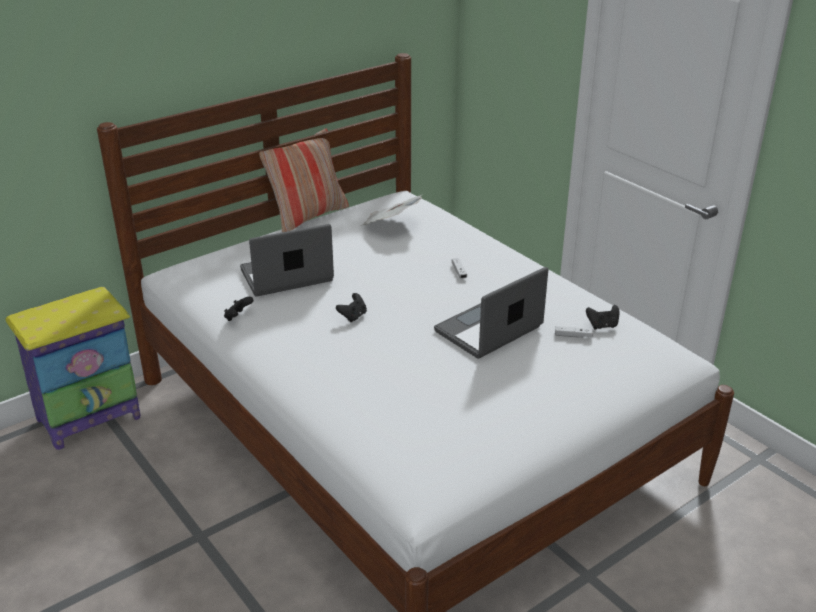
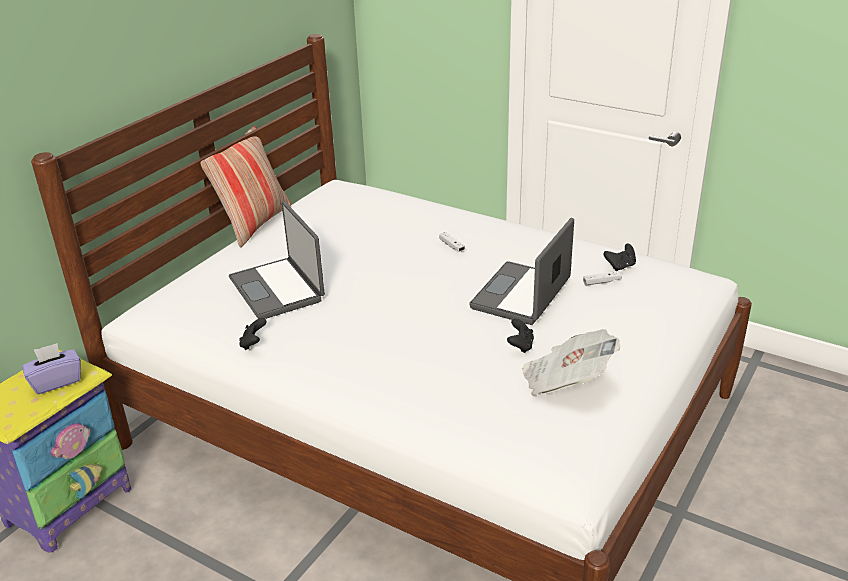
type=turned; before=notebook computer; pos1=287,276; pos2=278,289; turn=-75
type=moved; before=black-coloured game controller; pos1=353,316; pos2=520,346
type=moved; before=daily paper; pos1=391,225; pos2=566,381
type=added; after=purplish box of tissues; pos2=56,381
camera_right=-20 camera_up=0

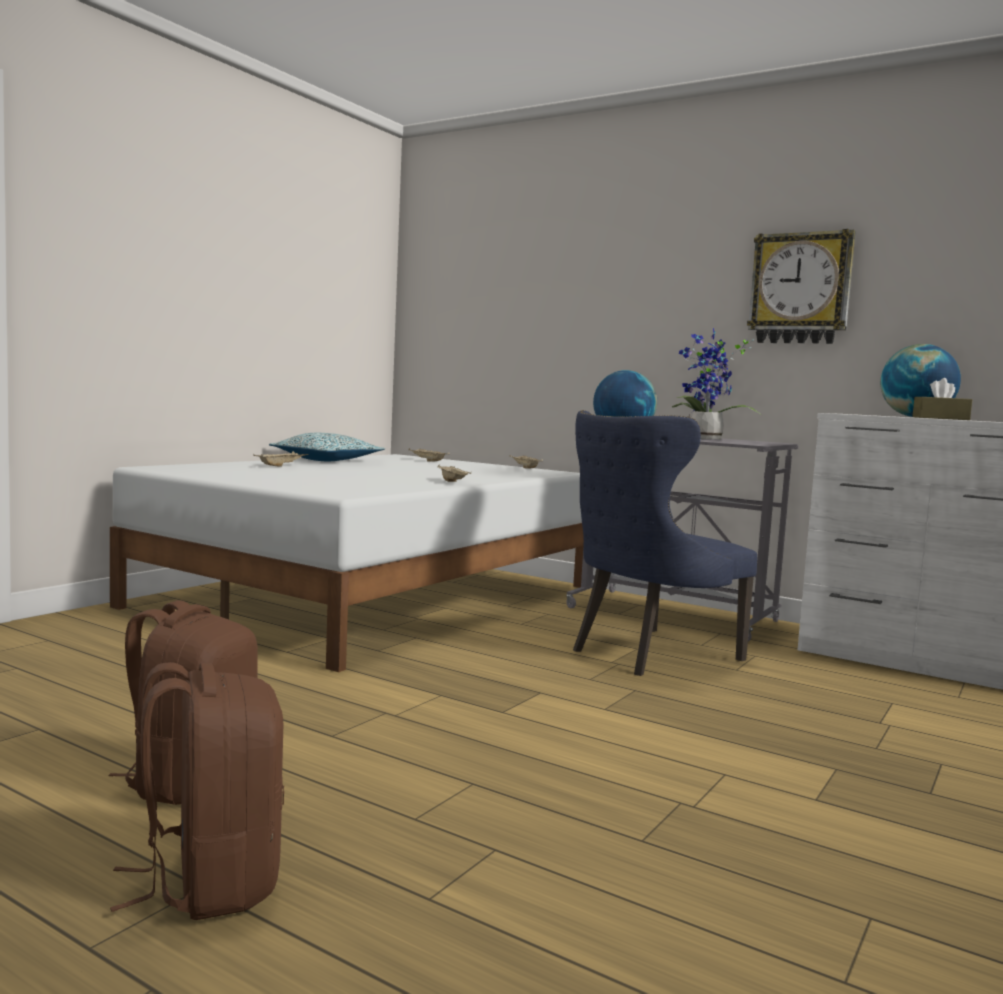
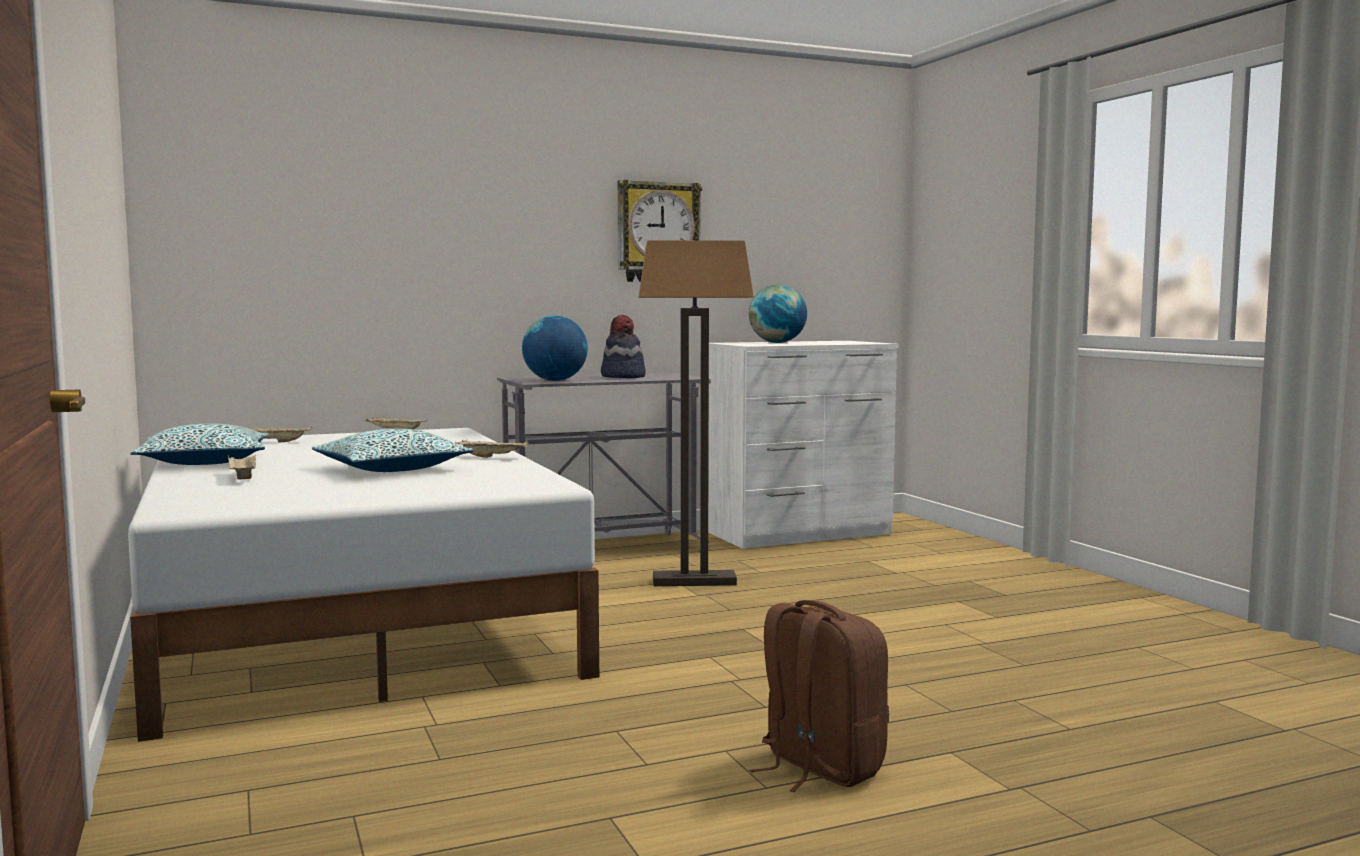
type=removed; before=brown rucksack; pos1=209,881
type=replaced; before=blue chair; after=standing lamp; pos1=648,653; pos2=693,582
type=replaced; before=houseplant; after=hat; pos1=704,439; pos2=622,377
type=removed; before=brown box of tissues; pos1=940,418
type=added; after=cushion; pos2=391,469
camera_right=-55 camera_up=0

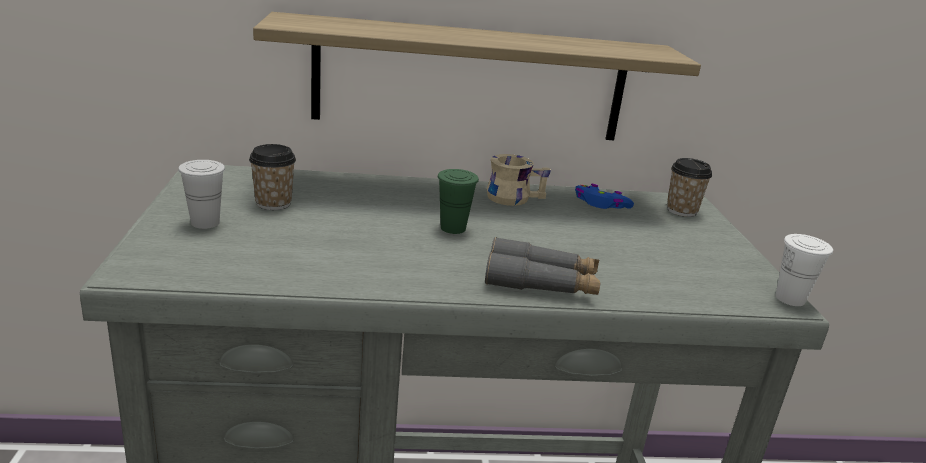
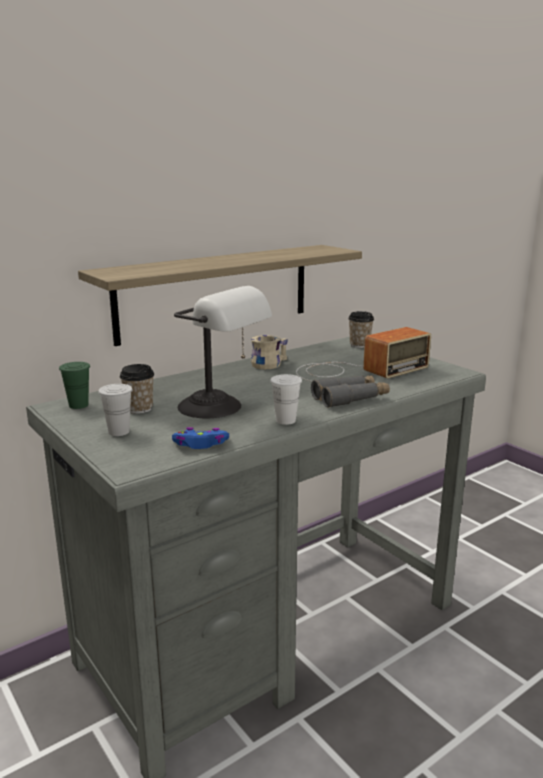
type=moved; before=greenish cup; pos1=453,228; pos2=78,405
type=moved; before=blue game controller; pos1=601,204; pos2=201,444
type=moved; before=white-coloured cup; pos1=790,299; pos2=285,420
type=added; after=lamp for a table; pos2=221,408
type=added; after=radio receiver; pos2=356,370
camera_right=-30 camera_up=-5

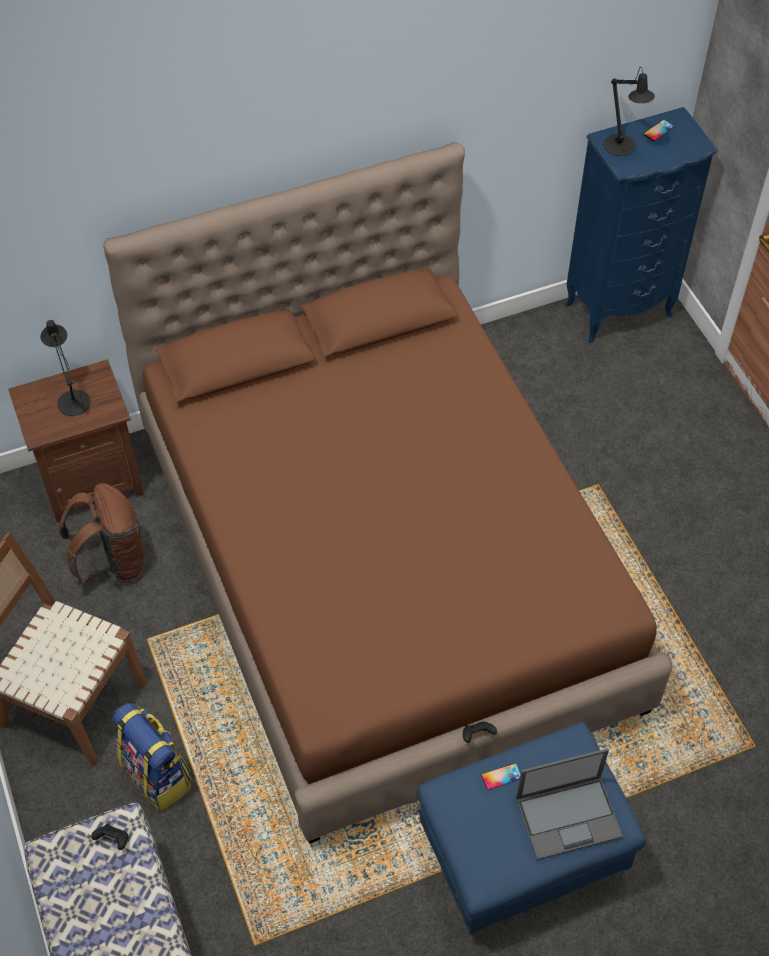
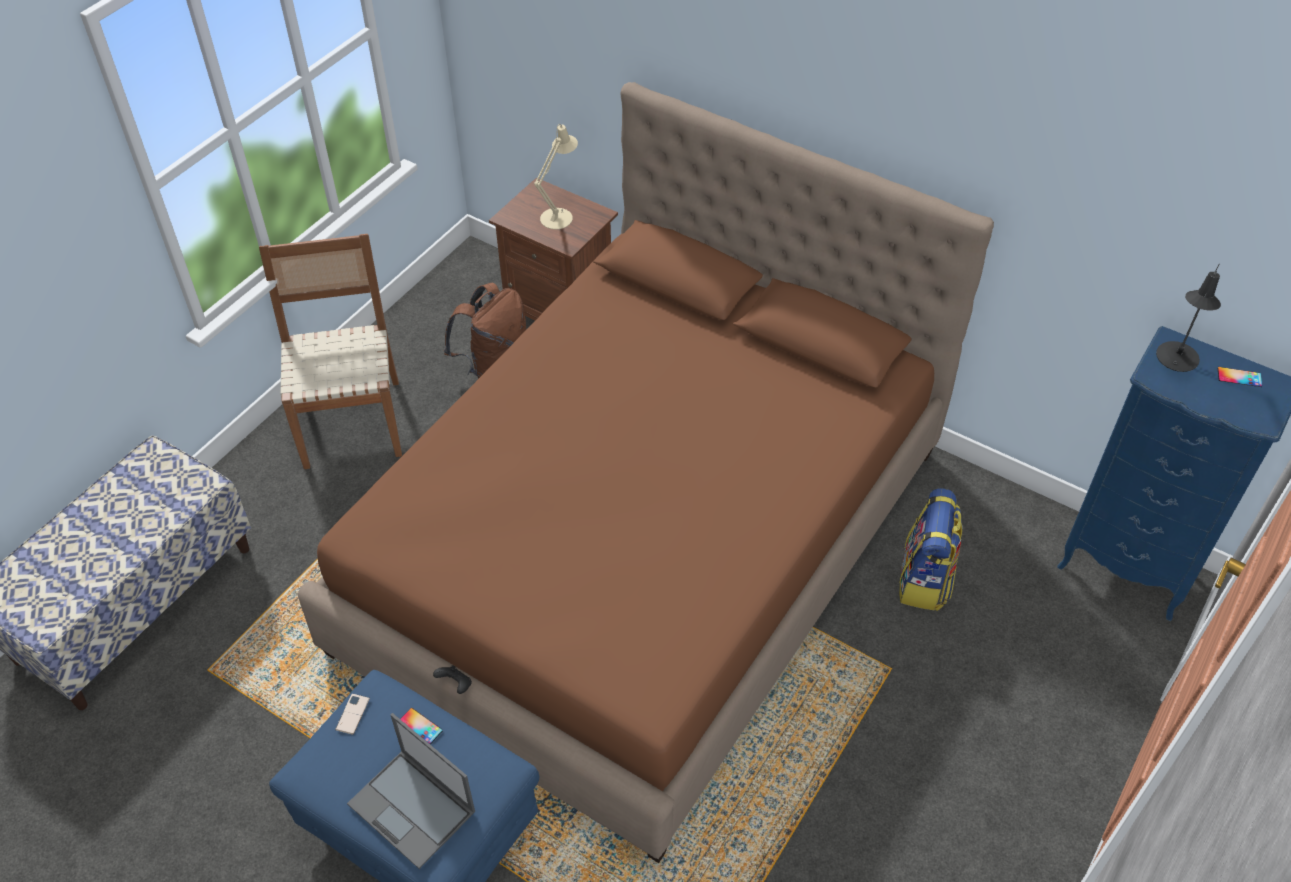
type=recoloured; before=black-coloured lamp for a table; after=beige-coloured lamp for a table; pos1=72,399; pos2=559,215
type=removed; before=black-coloured game controller; pos1=113,840
type=moved; before=rucksack; pos1=158,775; pos2=925,580
type=added; after=handset; pos2=352,714
camera_right=55 camera_up=-5

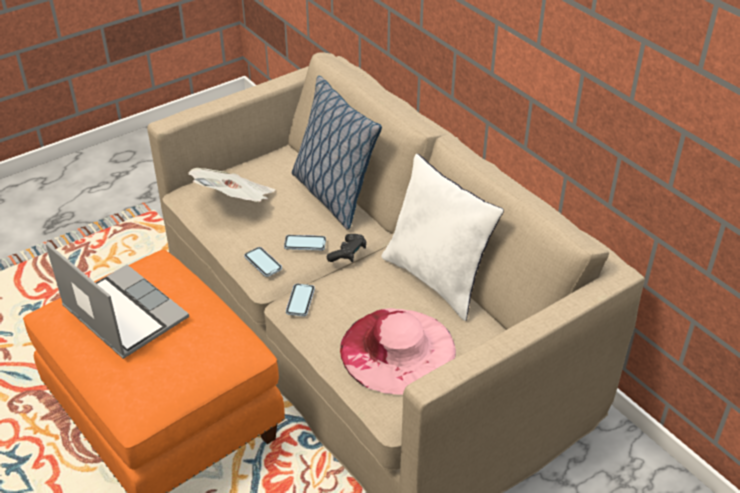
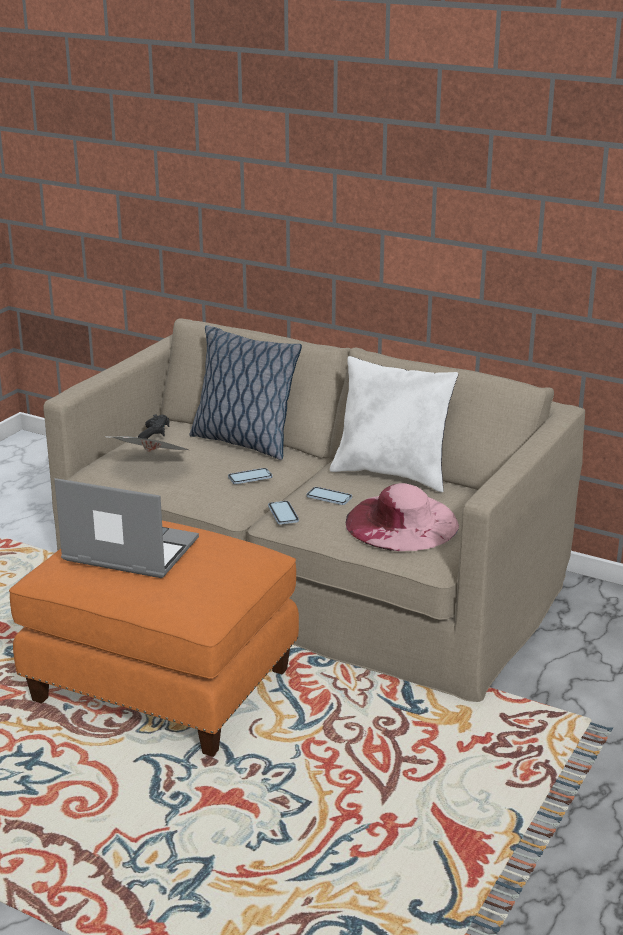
type=moved; before=handset; pos1=263,263; pos2=329,497
type=moved; before=black-coloured game controller; pos1=348,254; pos2=154,435
camera_right=-25 camera_up=-15

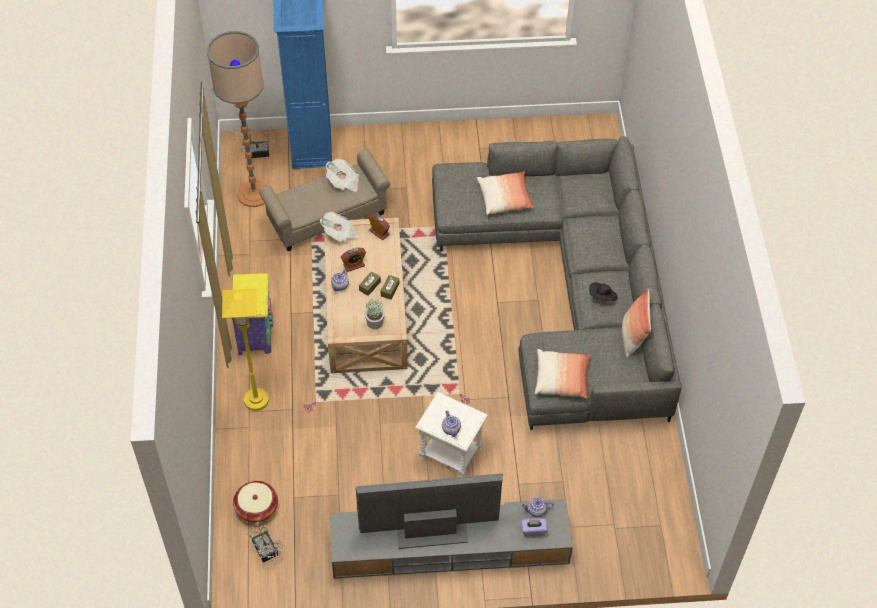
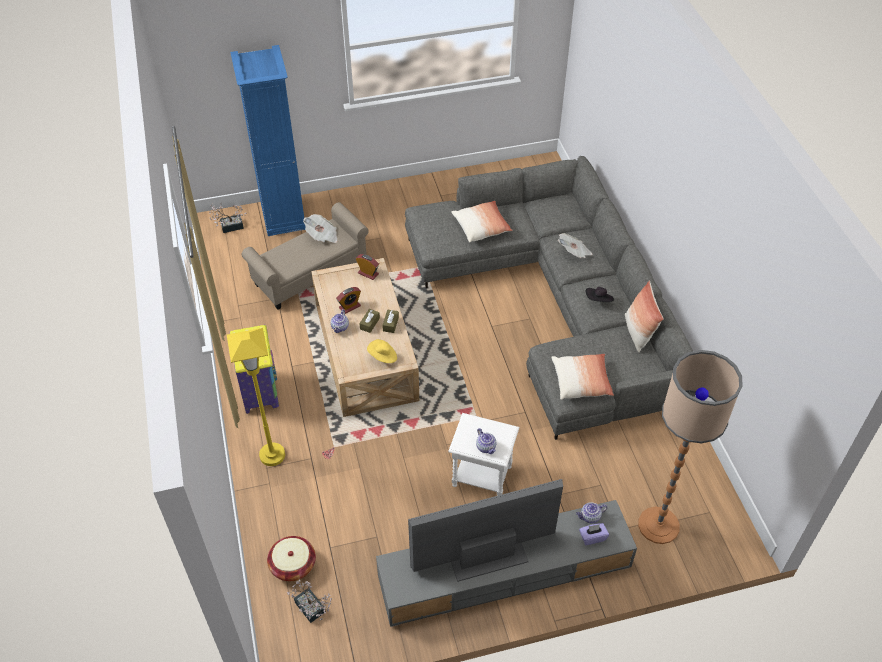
type=moved; before=standing lamp; pos1=254,194; pos2=658,525
type=moved; before=daily paper; pos1=340,233; pos2=574,253
type=replaced; before=houseplant; after=yellow-coloured hat; pos1=375,322; pos2=383,357
camera_right=-10 camera_up=-5

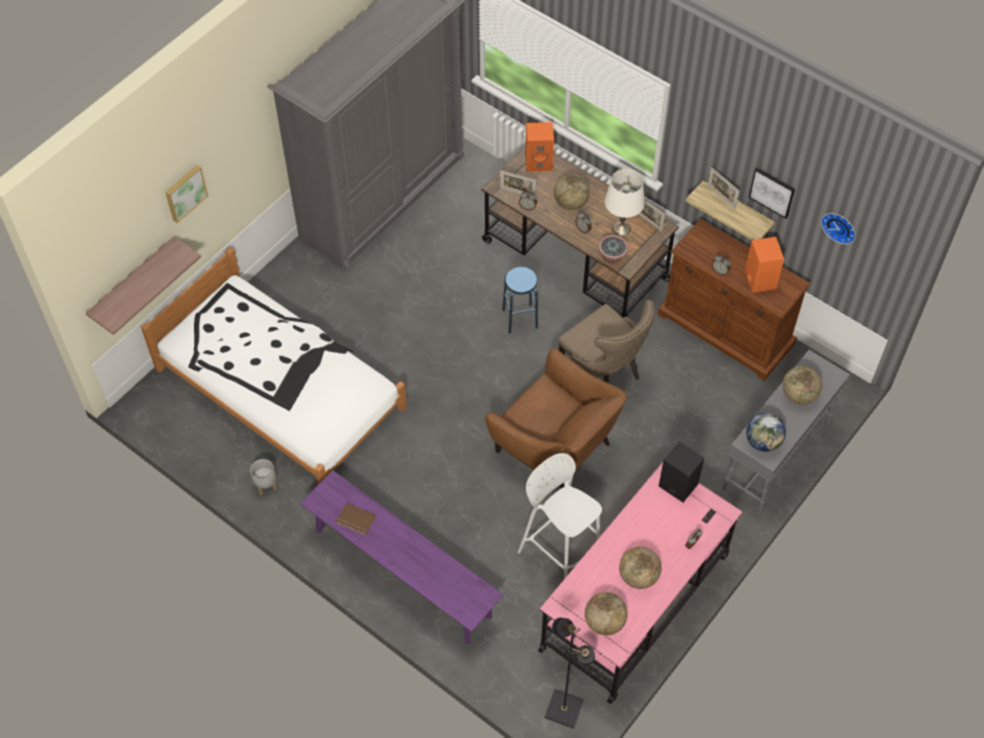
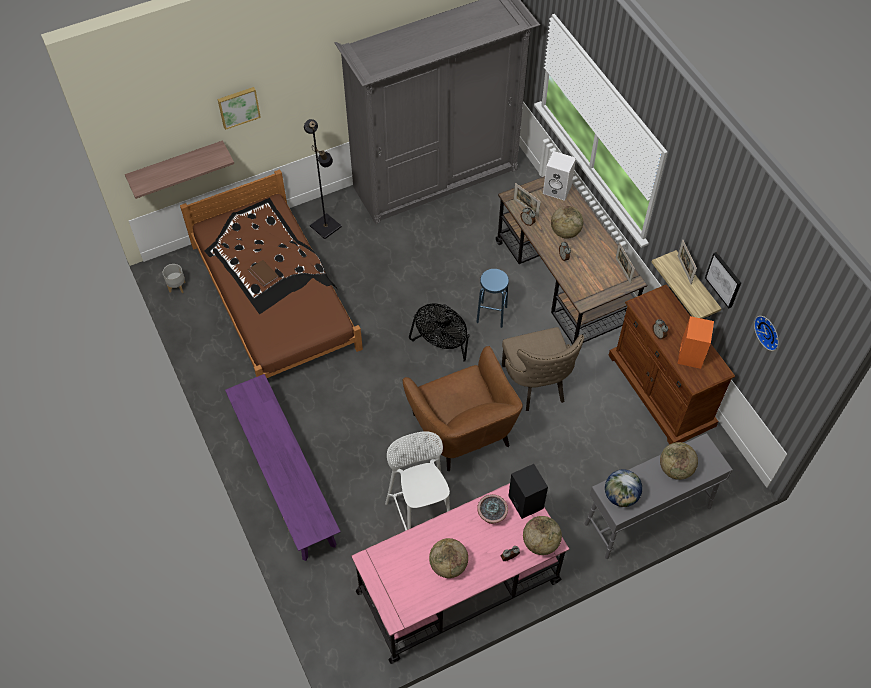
type=recoloured; before=white-coloured bed; after=brown bed; pos1=280,388; pos2=274,296
type=moved; before=greyish flower pot; pos1=266,484; pos2=177,286
type=moved; before=brown book; pos1=355,520; pos2=262,274
type=recoloured; before=orangey audio speaker; after=white-coloured audio speaker; pos1=539,162; pos2=558,189
type=moved; before=black-coloured standing lamp; pos1=564,709; pos2=325,227
type=moved; before=globe; pos1=604,622; pos2=540,543
type=moved; before=houseplant; pos1=612,257; pos2=492,516
type=removed; before=white-coloured lamp for a table; pos1=621,228
type=added; after=black-coloured fan; pos2=441,340
camera_right=25 camera_up=0

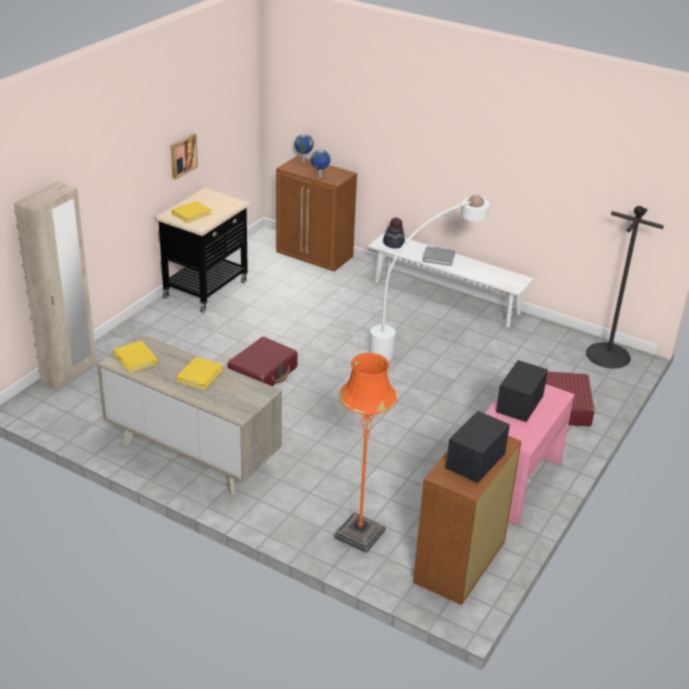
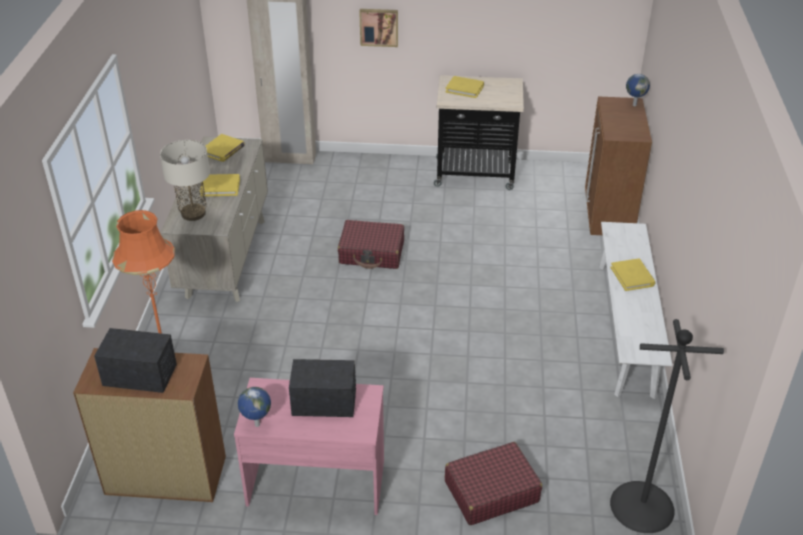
type=moved; before=picture; pos1=182,155; pos2=379,27
type=removed; before=white-coloured standing lamp; pos1=399,340
type=moved; before=globe; pos1=320,177; pos2=256,425
type=removed; before=hat; pos1=393,243
type=recoloured; before=greyish book; after=yellow-coloured book; pos1=438,257; pos2=632,276
type=added; after=lamp for a table; pos2=193,213
camera_right=65 camera_up=5

